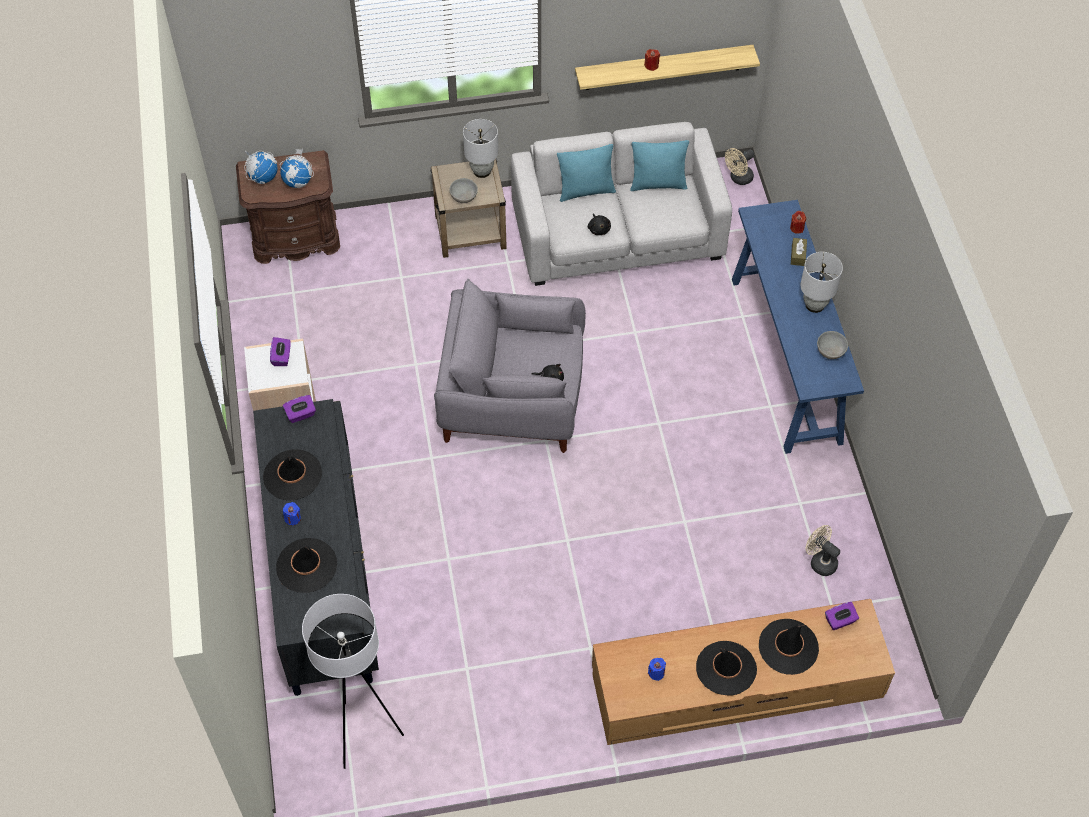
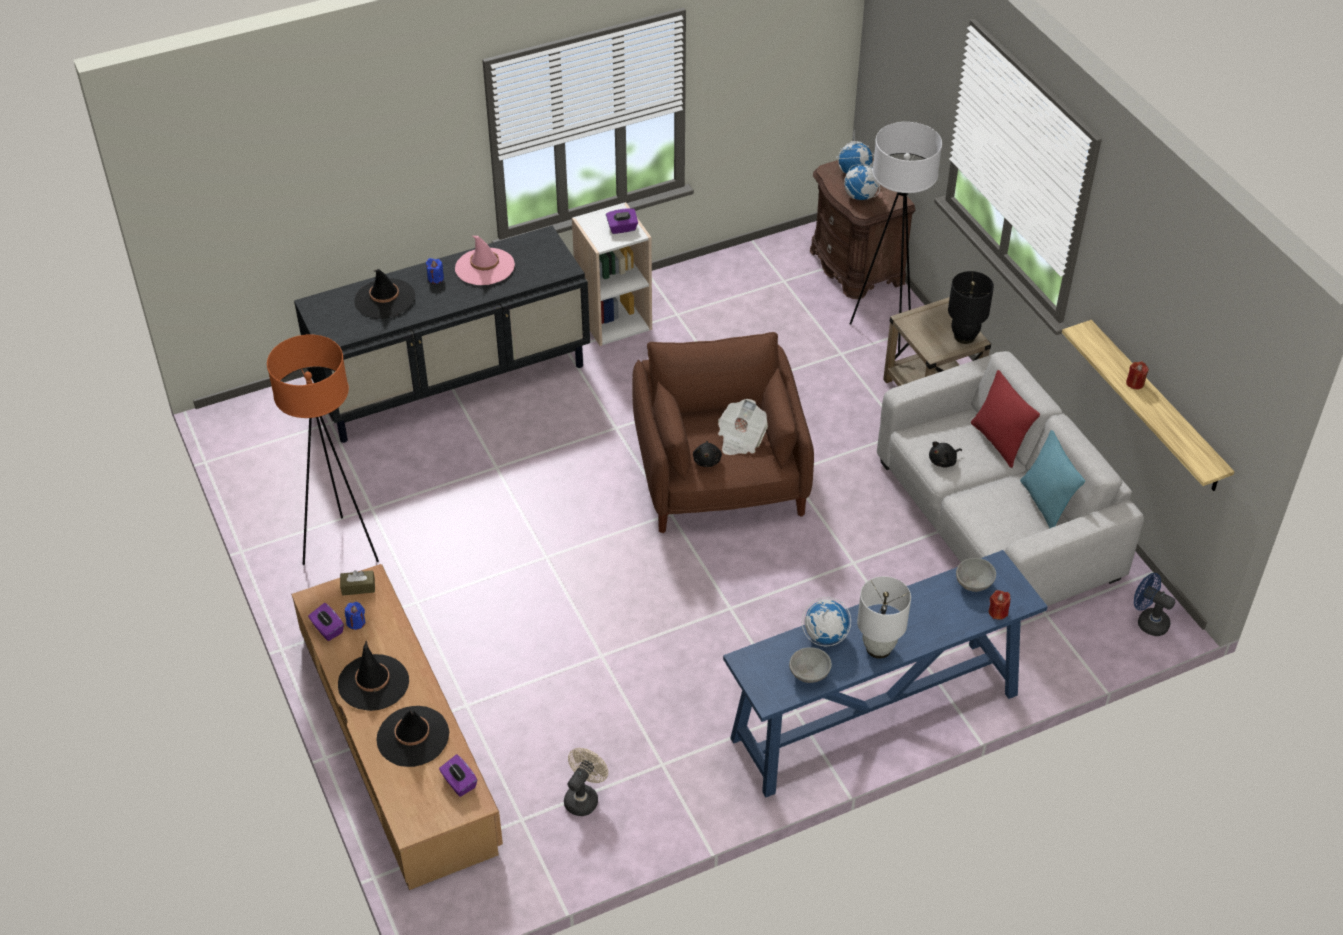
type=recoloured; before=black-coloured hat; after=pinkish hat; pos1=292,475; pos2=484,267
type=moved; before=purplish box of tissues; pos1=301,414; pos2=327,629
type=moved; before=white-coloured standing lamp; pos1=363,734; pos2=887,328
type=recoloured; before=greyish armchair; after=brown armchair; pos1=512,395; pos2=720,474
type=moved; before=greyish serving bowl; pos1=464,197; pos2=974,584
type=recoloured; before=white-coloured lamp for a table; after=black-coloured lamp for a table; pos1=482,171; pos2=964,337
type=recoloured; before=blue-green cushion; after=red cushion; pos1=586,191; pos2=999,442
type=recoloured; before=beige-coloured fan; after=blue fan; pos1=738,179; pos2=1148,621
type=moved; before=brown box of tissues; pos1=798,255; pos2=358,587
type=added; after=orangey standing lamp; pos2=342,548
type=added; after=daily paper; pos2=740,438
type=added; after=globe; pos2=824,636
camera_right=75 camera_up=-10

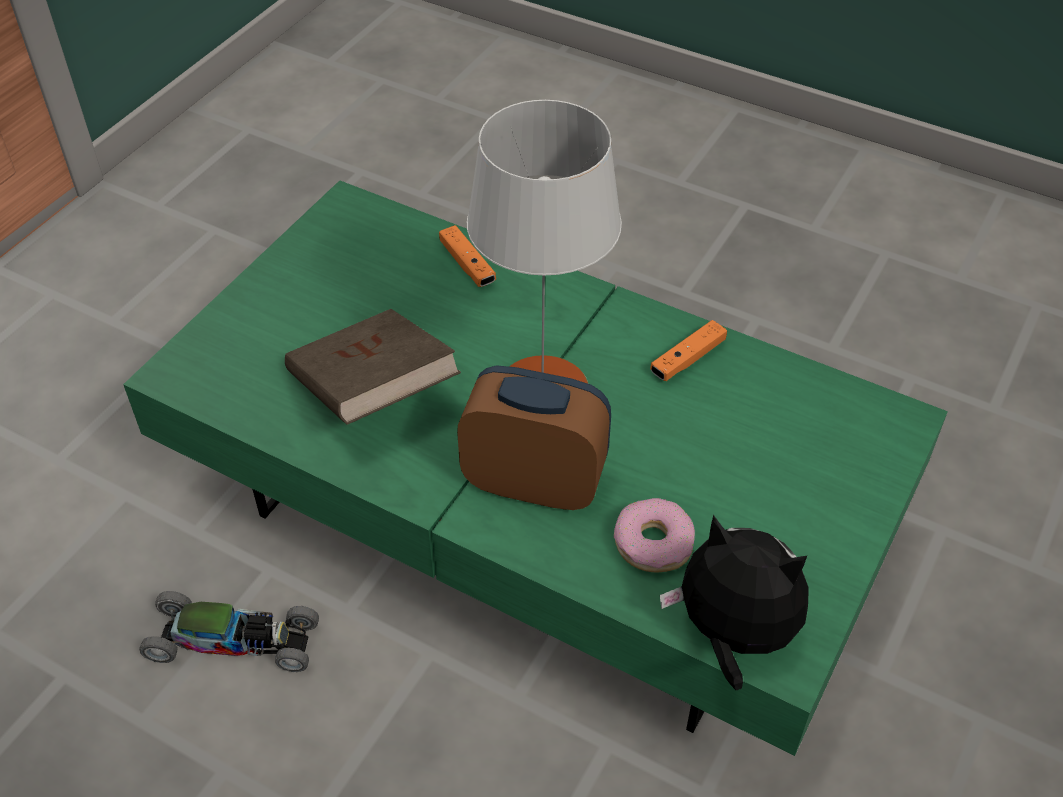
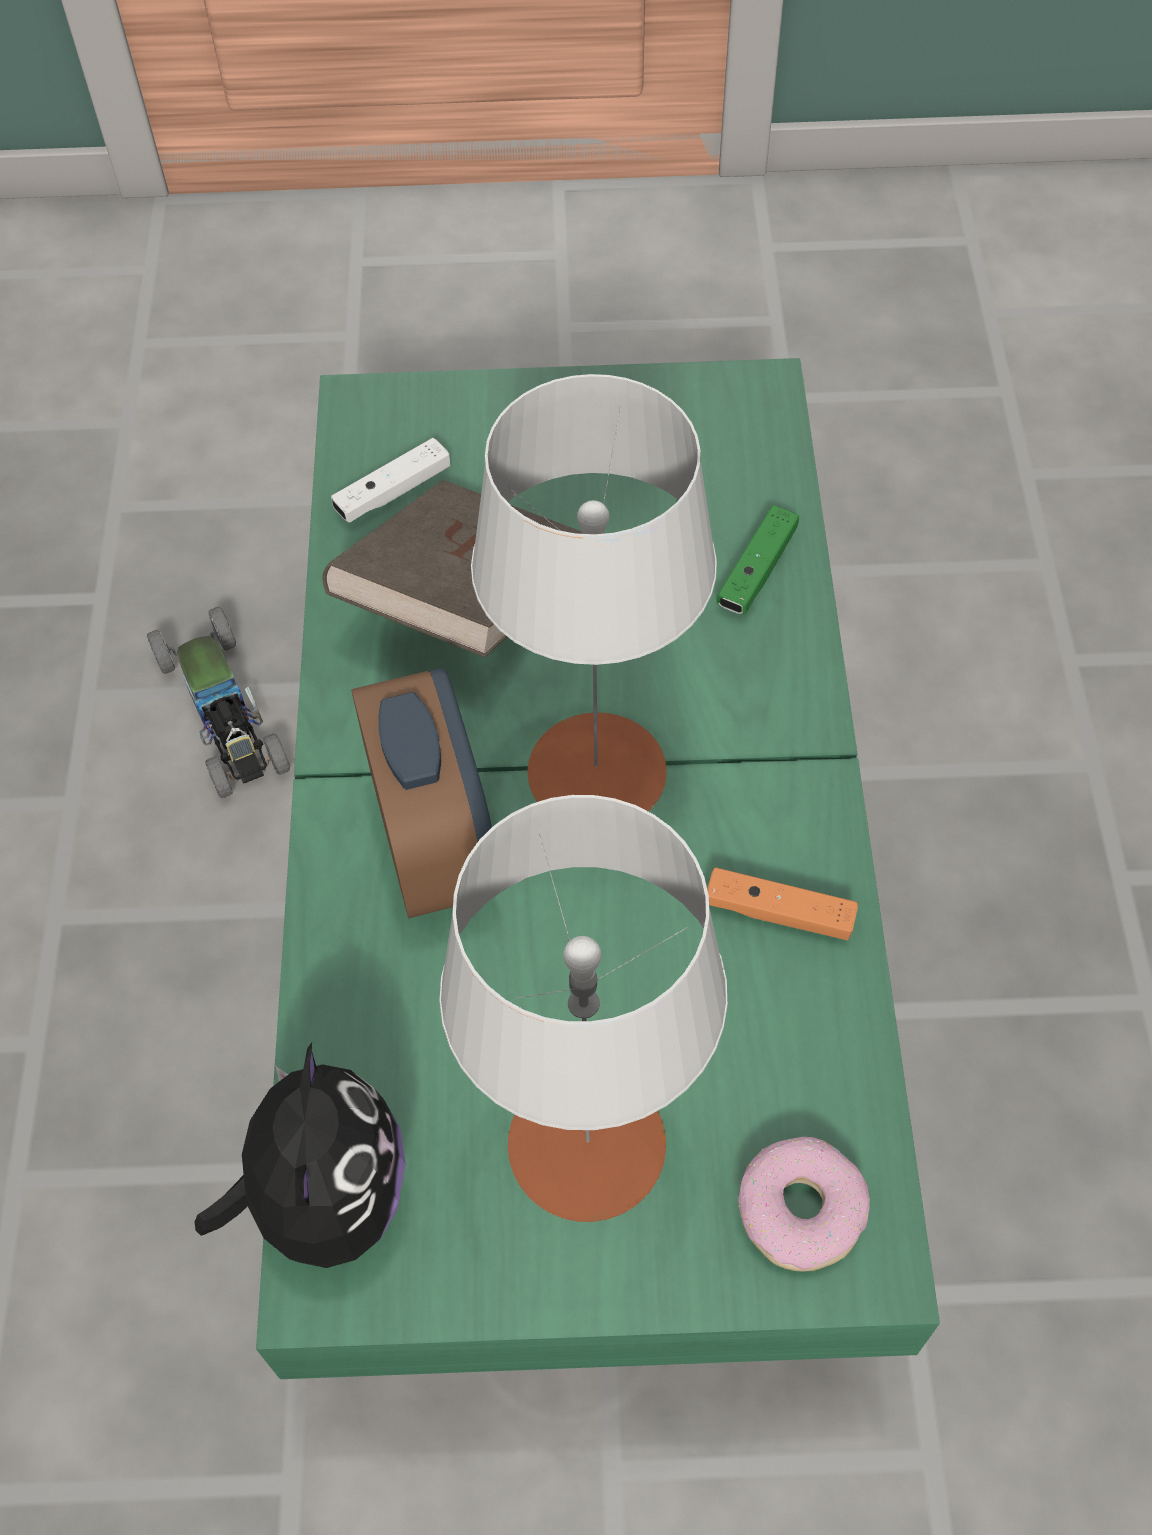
type=recoloured; before=orangey game controller; after=greenish game controller; pos1=467,264; pos2=757,571
type=moved; before=doughnut; pos1=653,543; pos2=801,1210
type=added; after=white-coloured game controller; pos2=393,492
type=added; after=greyish lamp for a table; pos2=587,1144
camera_right=60 camera_up=10

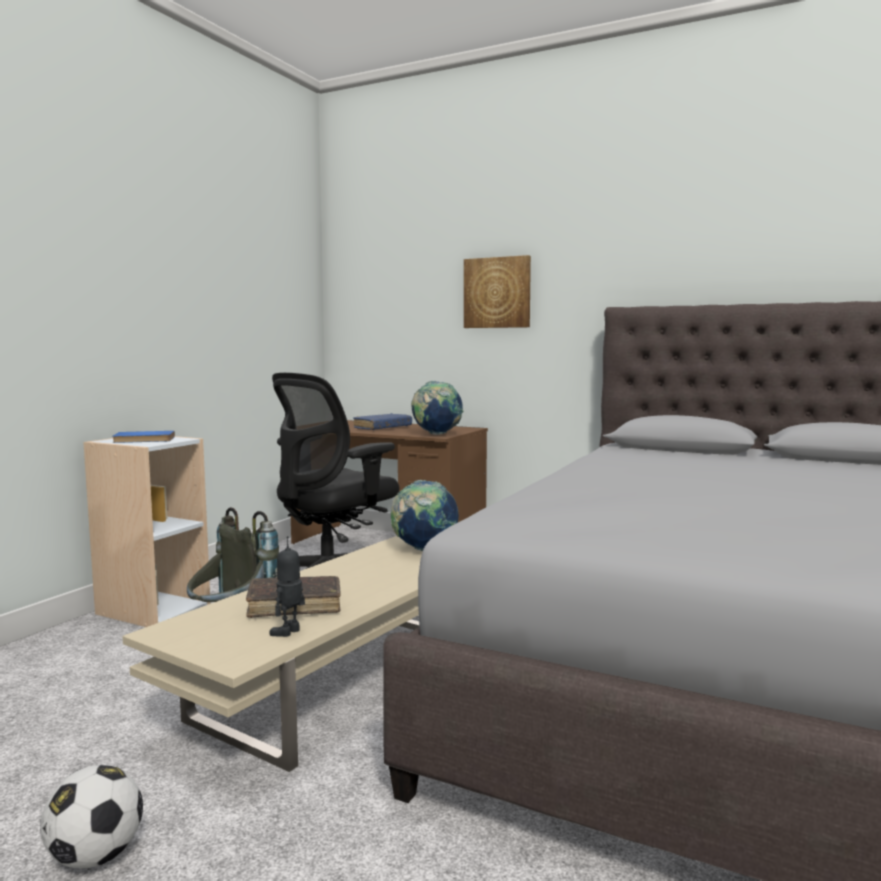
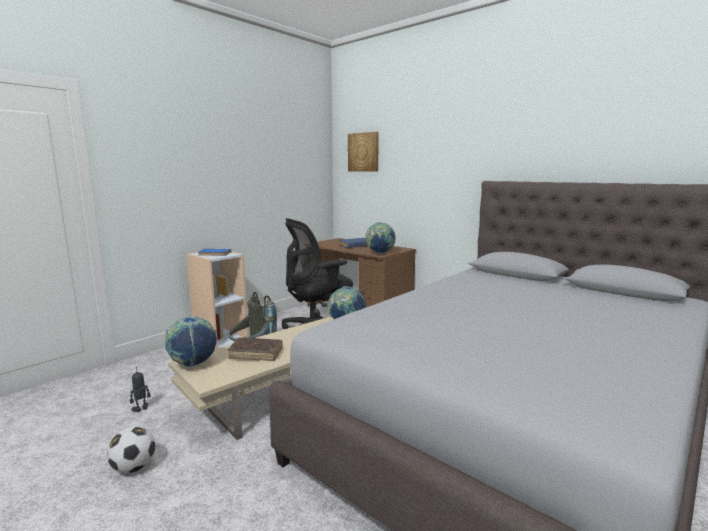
type=moved; before=robot figure; pos1=289,632; pos2=141,409
type=moved; before=picture; pos1=497,293; pos2=363,152
type=added; after=globe; pos2=193,364
camera_right=15 camera_up=5

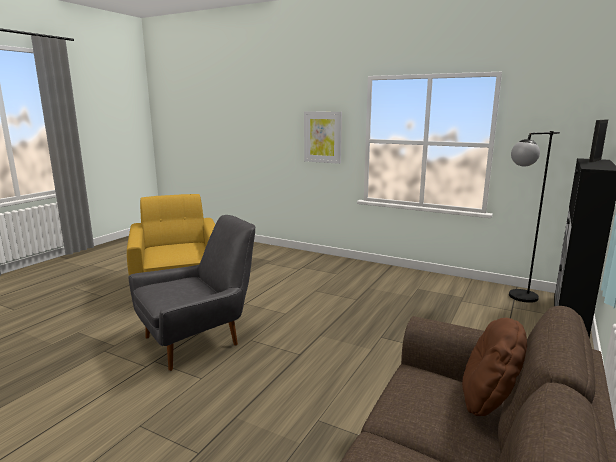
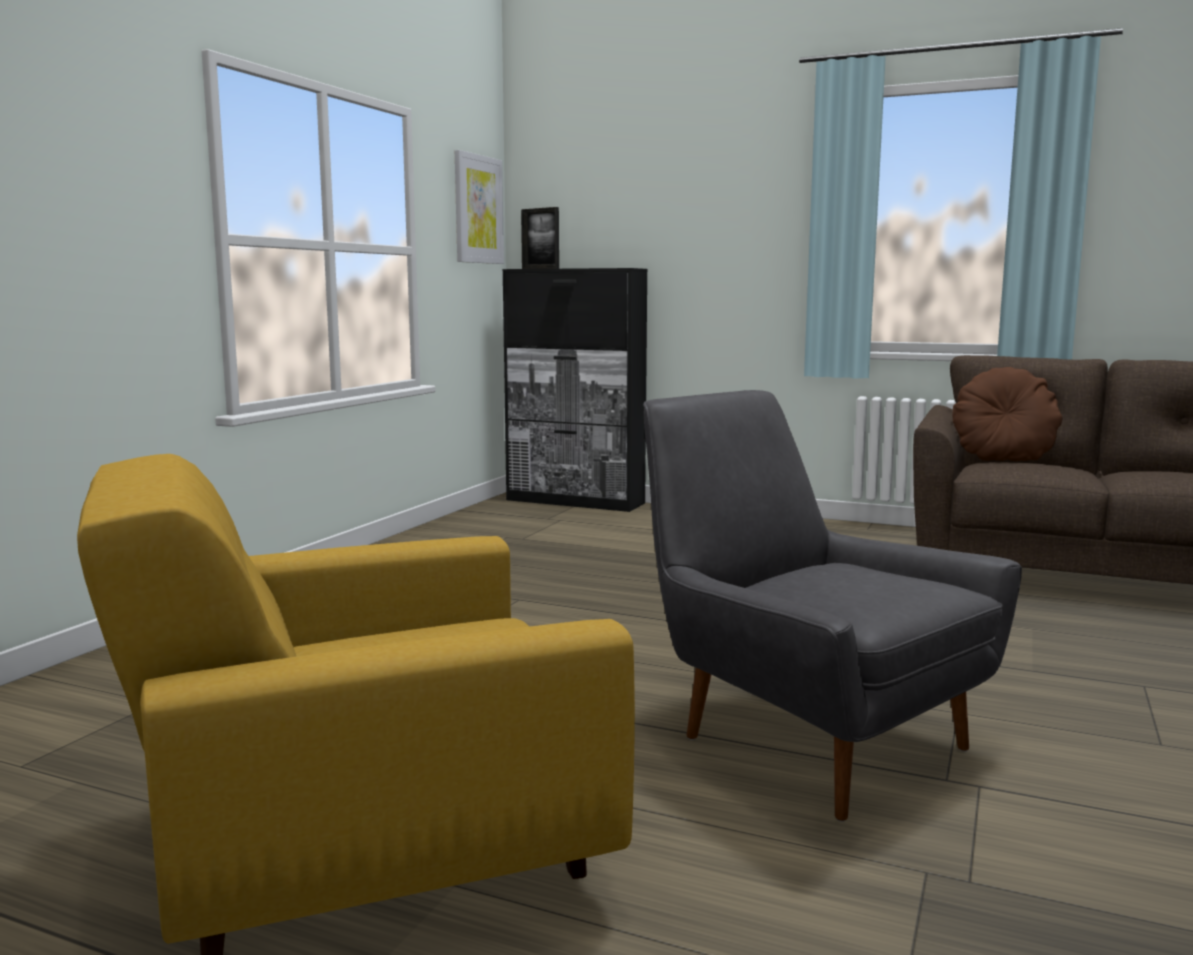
type=moved; before=picture; pos1=322,137; pos2=478,209
type=removed; before=black-coloured standing lamp; pos1=516,298
camera_right=-95 camera_up=-5

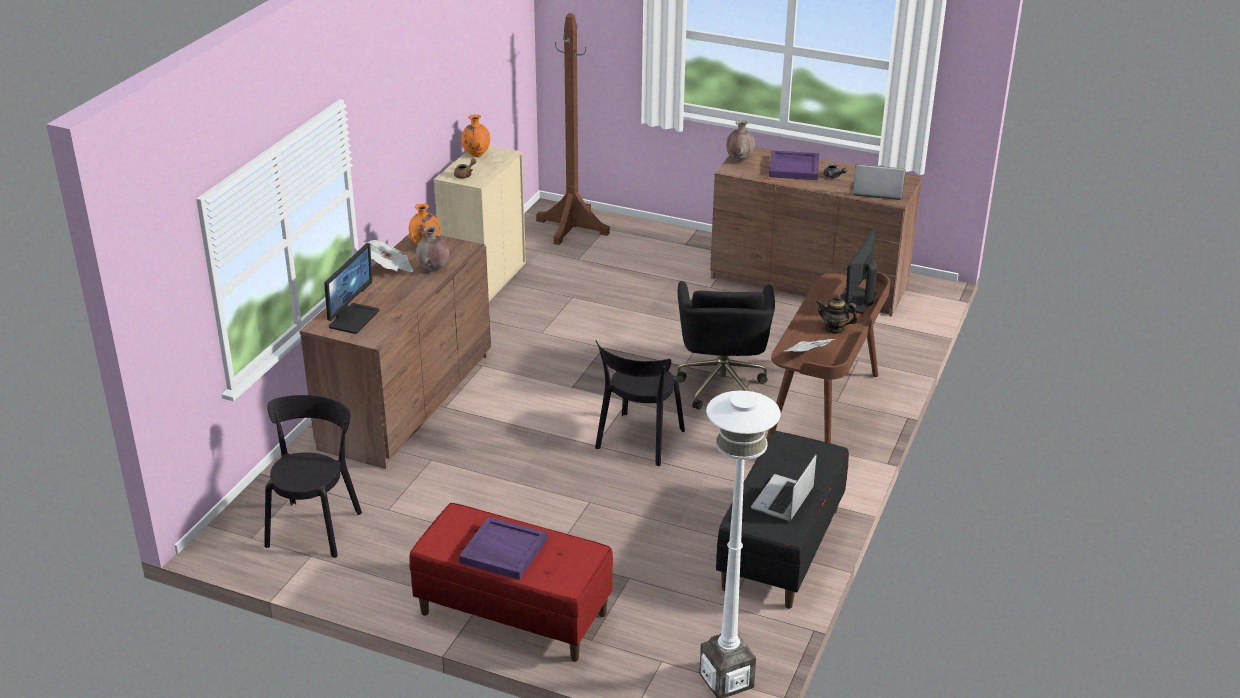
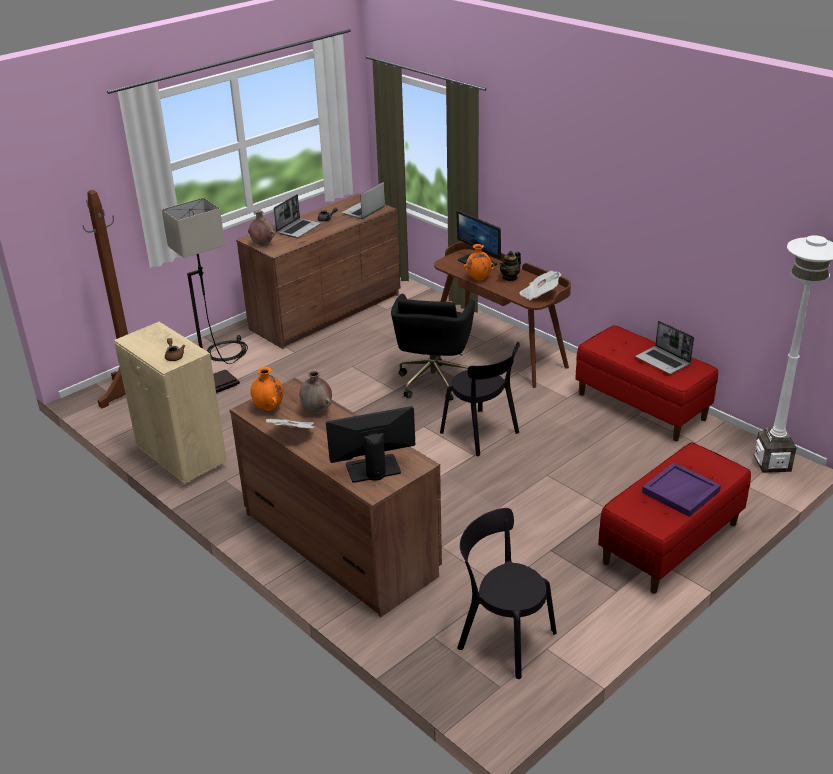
type=turned; before=computer display; pos1=353,318; pos2=373,469; turn=-60
type=moved; before=orangey flower vase; pos1=476,155; pos2=478,279
type=turned; before=black-coloured desk chair; pos1=721,386; pos2=433,381; turn=75
type=recoloured; before=black-coloured indoor bench; after=red indoor bench; pos1=781,549; pos2=641,406
type=replaced; before=purplish serving tray; after=notebook computer; pos1=794,168; pos2=298,229
type=added; after=standing lamp; pos2=223,366
camera_right=-65 camera_up=0

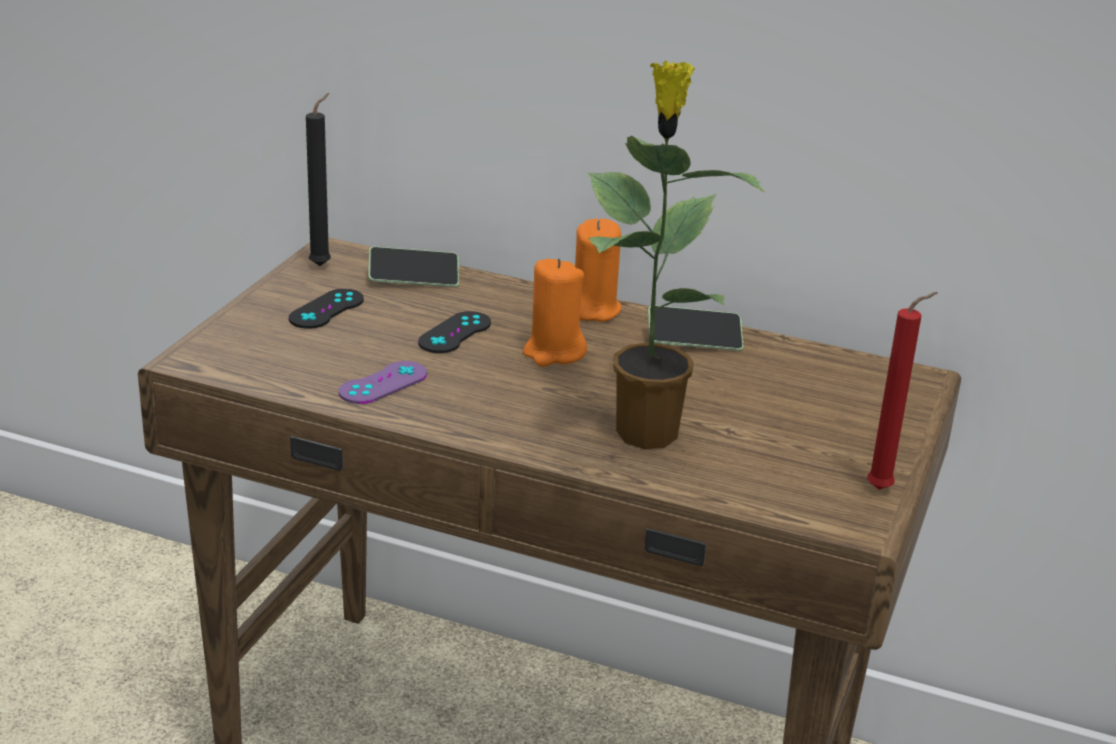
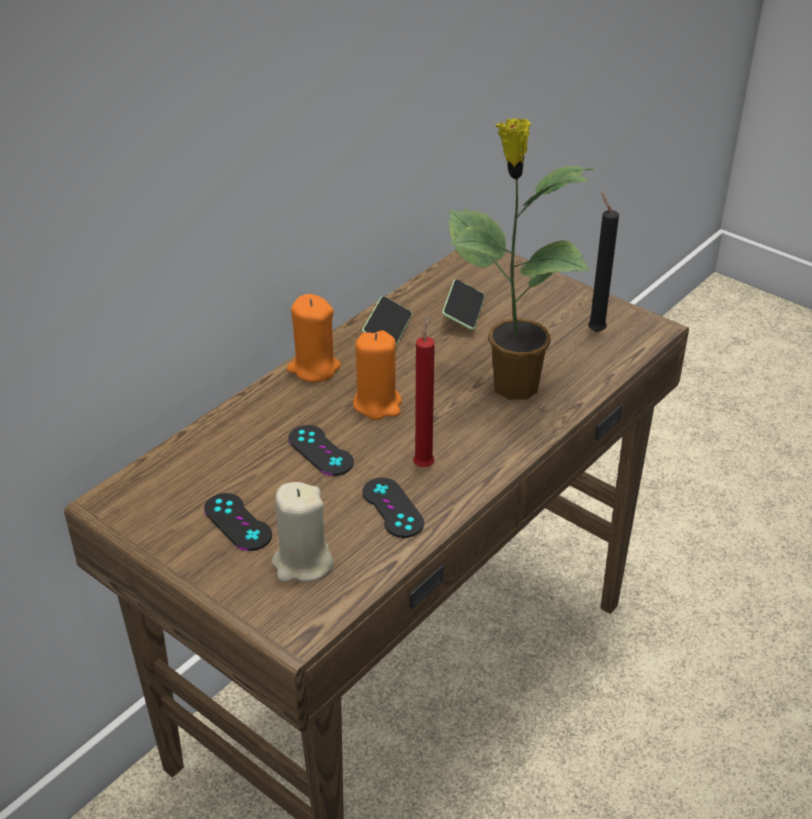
type=moved; before=black-coloured candle; pos1=323,265; pos2=594,330
type=recoloured; before=purplish game controller; after=black-coloured game controller; pos1=383,383; pos2=392,508
type=moved; before=handset; pos1=414,279; pos2=463,313
type=moved; before=red candle; pos1=883,489; pos2=424,464
type=added; after=beige-coloured candle; pos2=302,563
camera_right=-70 camera_up=10

